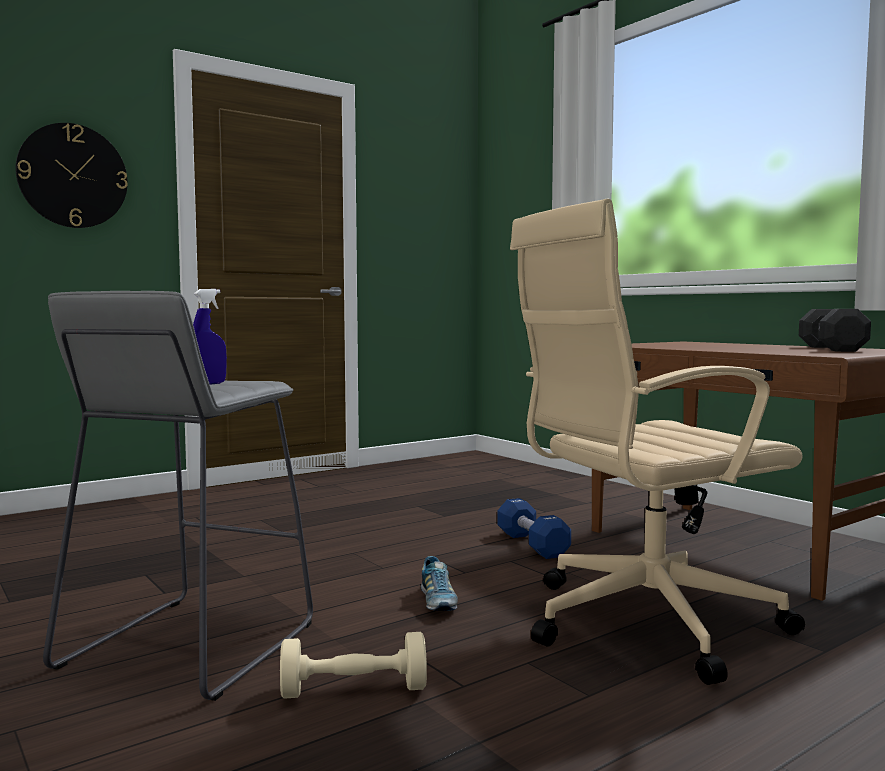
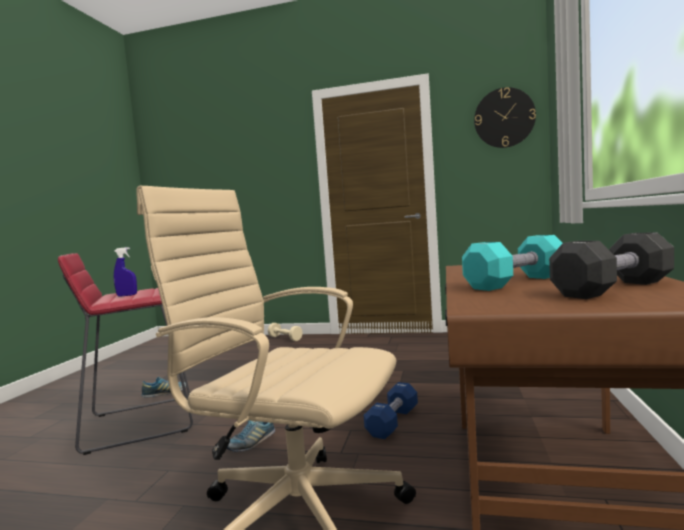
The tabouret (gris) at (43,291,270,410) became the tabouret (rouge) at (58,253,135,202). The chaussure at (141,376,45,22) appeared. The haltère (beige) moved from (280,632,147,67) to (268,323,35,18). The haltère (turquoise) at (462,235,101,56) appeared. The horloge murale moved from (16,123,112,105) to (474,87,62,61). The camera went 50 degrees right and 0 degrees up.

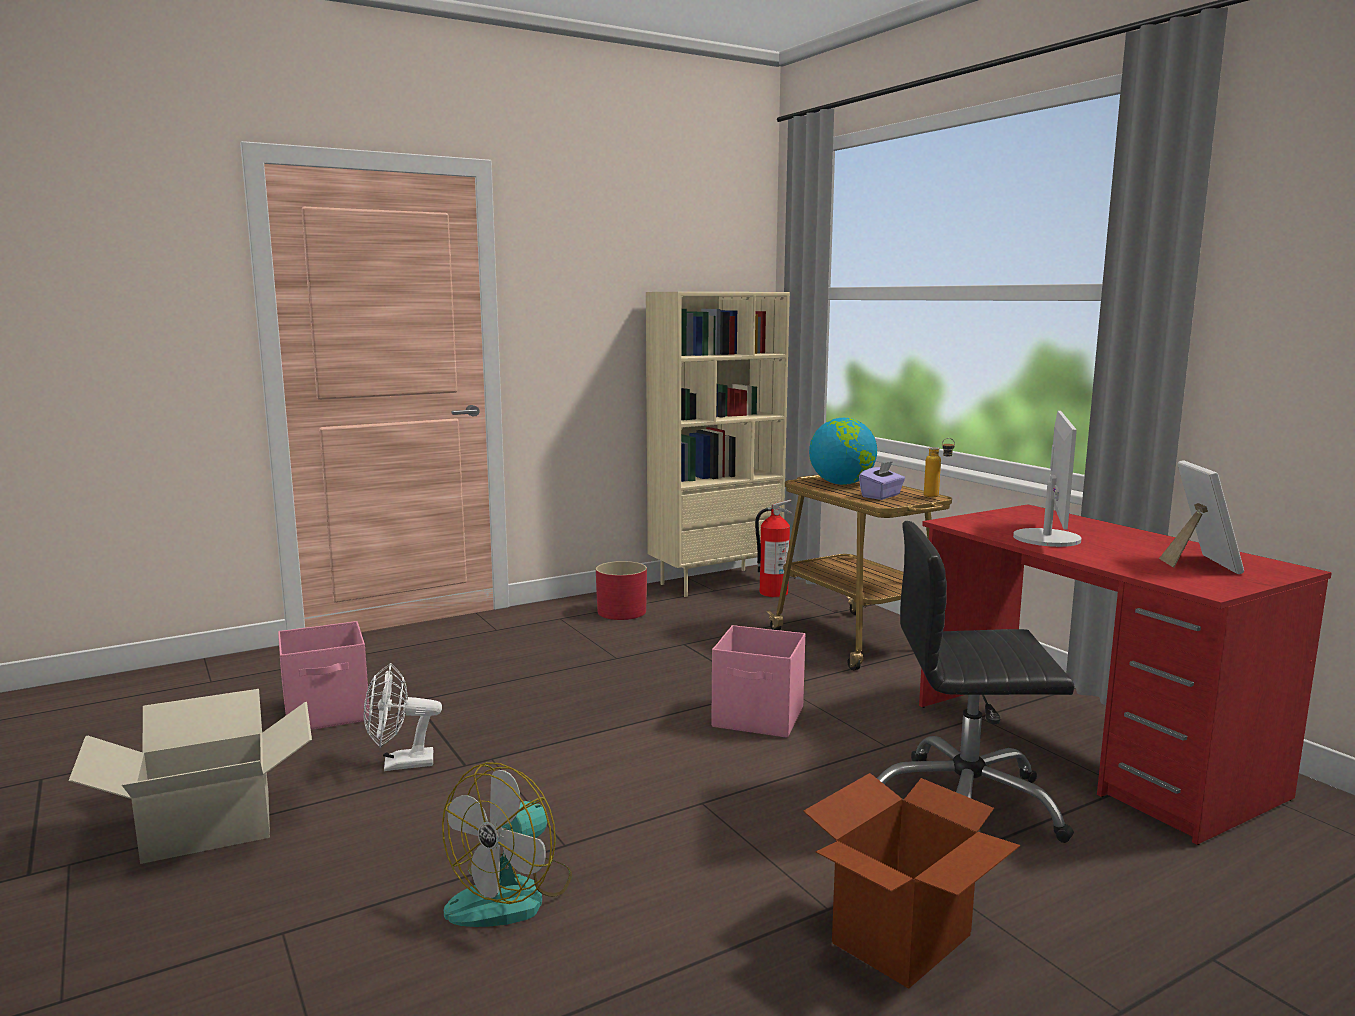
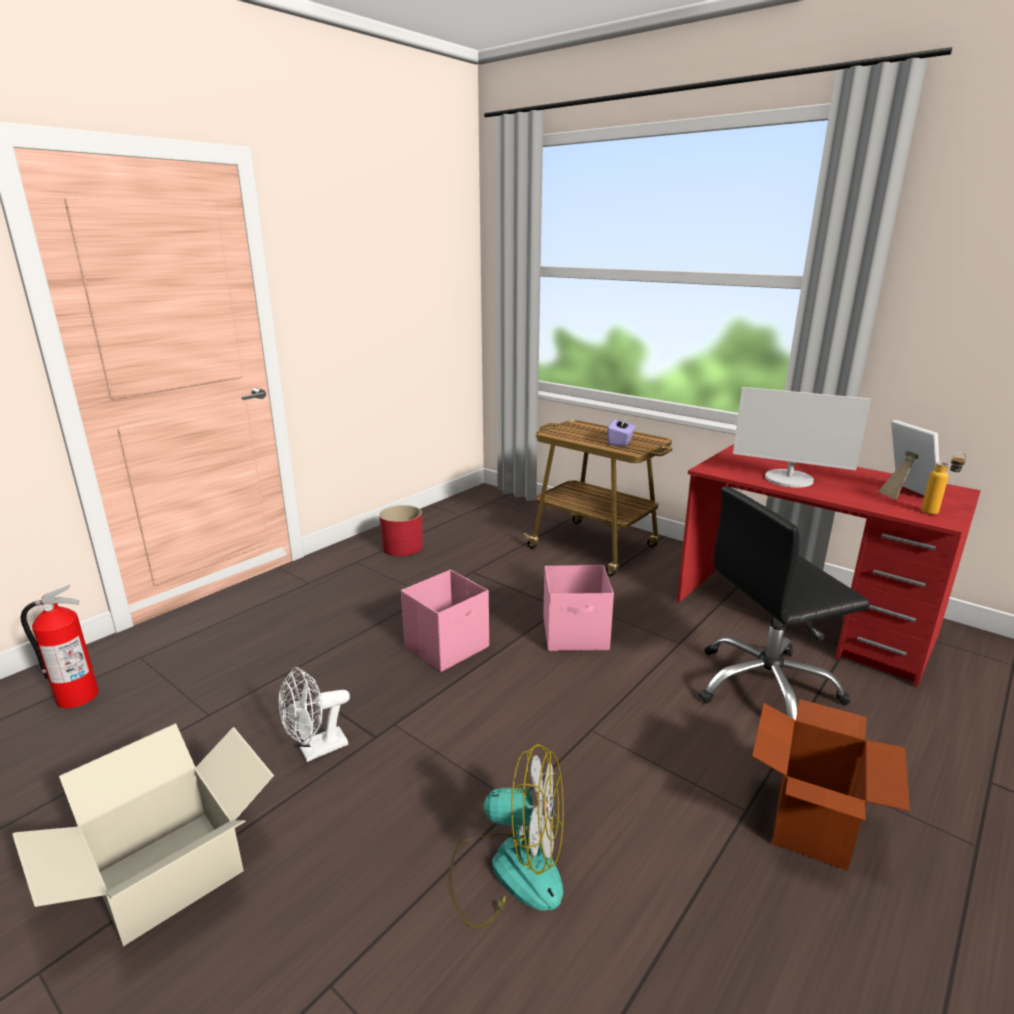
The extincteur moved from (755,500,38,97) to (21,585,78,123). The boîte de rangement (rose) moved from (278,621,92,109) to (401,570,88,102). The ventilateur at (442,762,130,165) turned 90 degrees counterclockwise. The écran d'ordinateur at (1013,411,68,136) turned 120 degrees clockwise. The bouteille moved from (924,438,31,59) to (921,452,45,63). The bibliothèque (beige) at (646,292,144,305) disappeared. The globe at (809,418,68,67) disappeared. The camera went 20 degrees left and 10 degrees up.

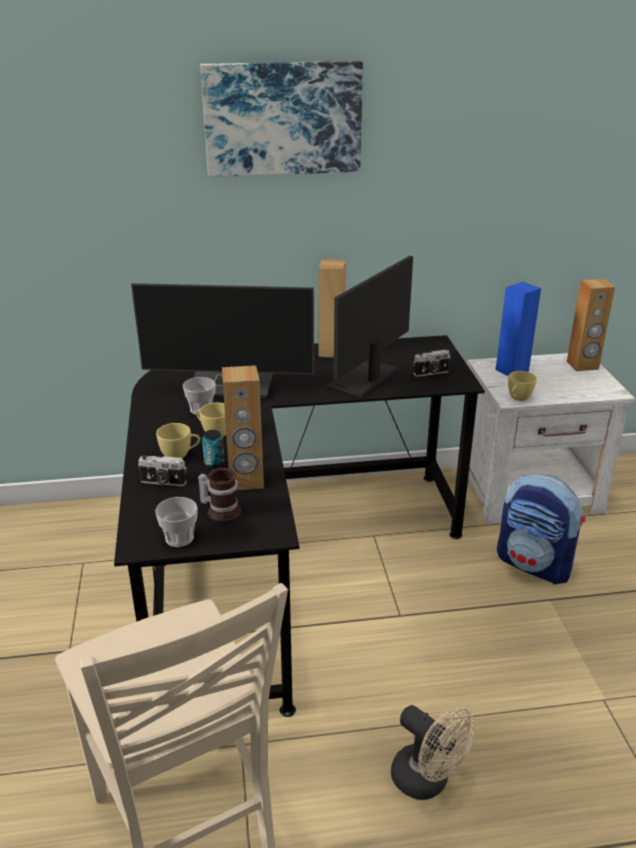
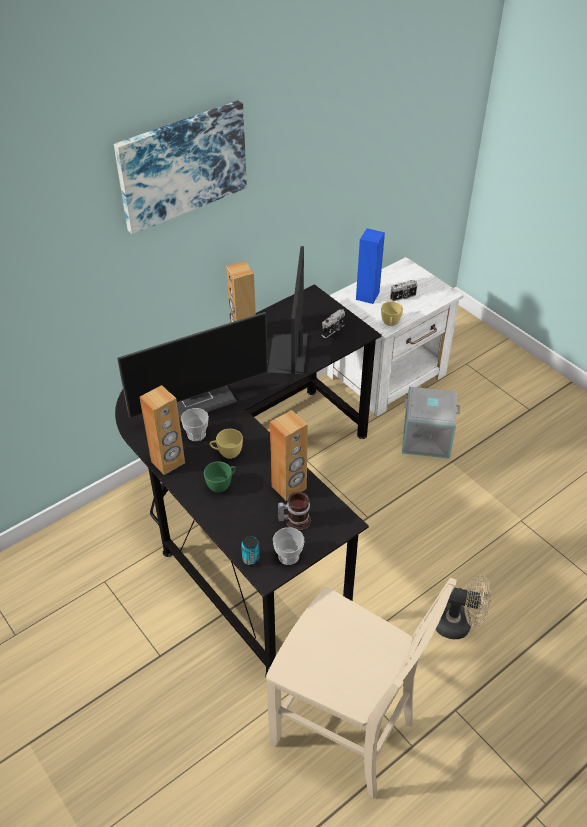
The enceinte (marron) moved from (567,279,48,92) to (140,385,45,90). The tasse (jaune) at (156,423,44,36) became the tasse (vert) at (204,461,32,32). The boîte métallique moved from (202,430,23,38) to (241,536,19,30). The appareil photo moved from (138,455,49,31) to (390,280,28,21). The sac à dos at (497,474,88,110) was replaced by the boîte de rangement (gris) at (402,387,58,72). The camera went 30 degrees left and 15 degrees up.

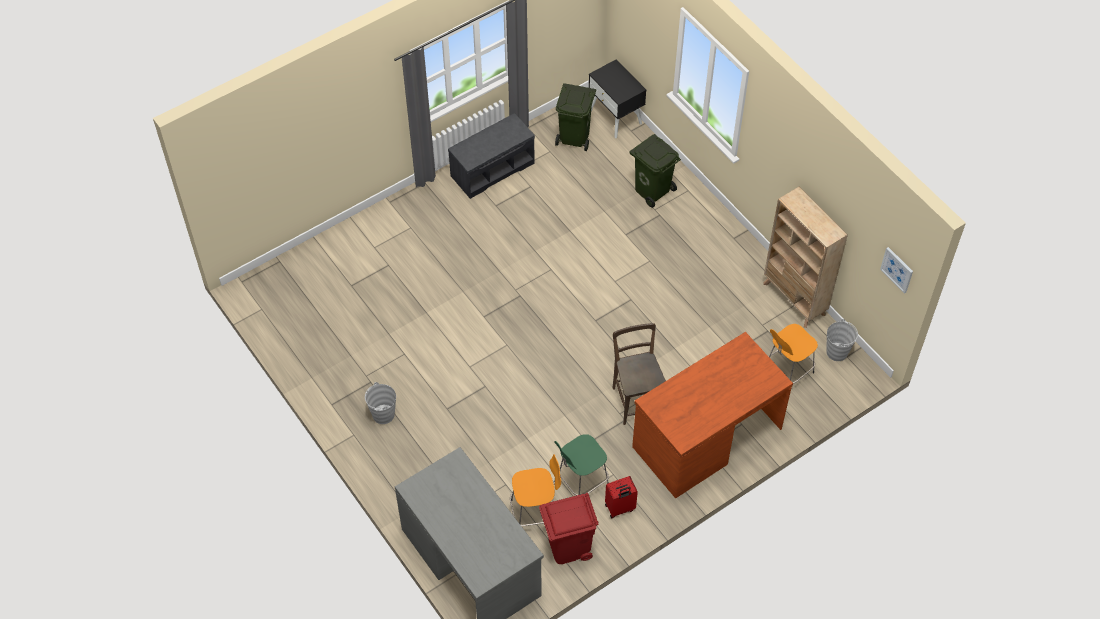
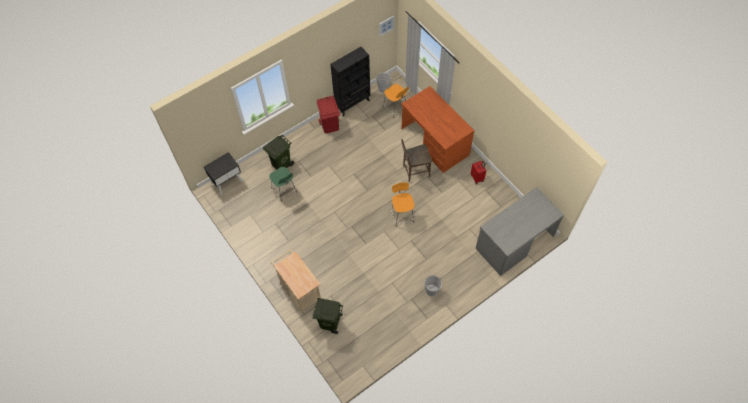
The tabouret (vert) moved from (554,434,55,61) to (269,167,28,35). The chariot (beige) at (271,249,50,65) appeared. The poubelle (vert) moved from (555,83,41,68) to (312,298,31,36). The poubelle (rouge) moved from (539,493,60,71) to (316,96,24,38). The bibliothèque (beige) at (763,187,85,141) became the bibliothèque (noir) at (330,47,40,70). The tabouret (orange) moved from (510,454,51,72) to (391,182,23,43). The banc (gris) at (448,113,87,86) disappeared. The camera went 90 degrees left and 5 degrees up.

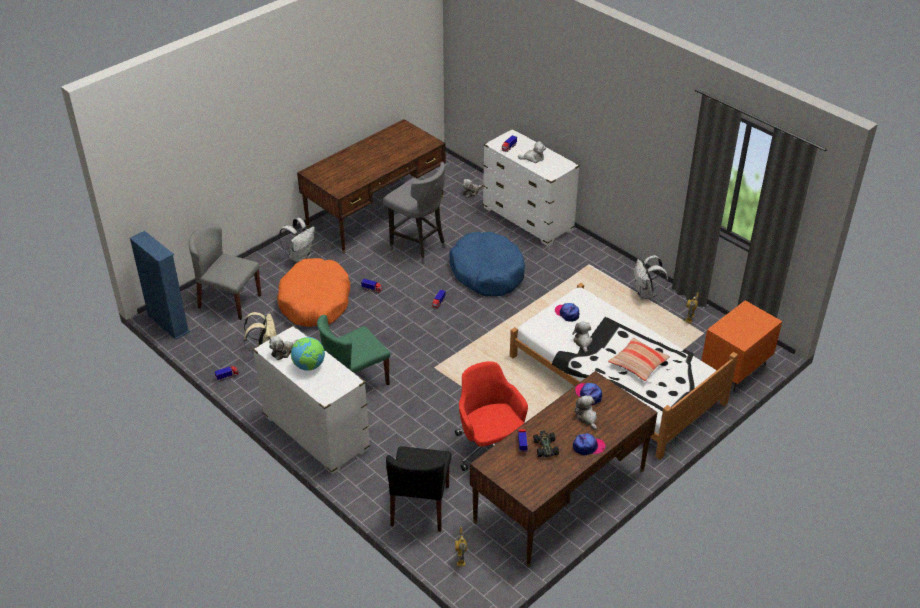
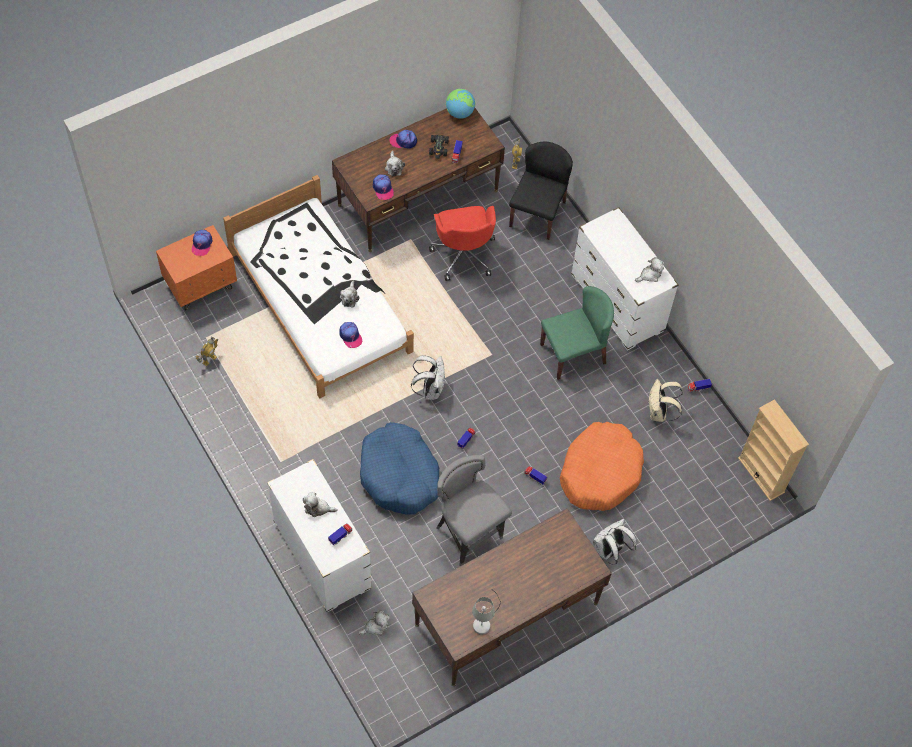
The casquette at (192,230,20,26) appeared. The sac à dos (blanc) moved from (634,255,34,45) to (411,355,34,45). The globe moved from (291,337,34,34) to (446,89,29,30). The lampe de table (gris) at (472,590,29,45) appeared. The bibliothèque (bleu) at (130,231,60,109) became the bibliothèque (beige) at (738,399,71,102). The chaise (gris) at (189,225,72,95) disappeared. The coussin at (608,338,62,43) disappeared. The camera went 170 degrees left and 20 degrees up.

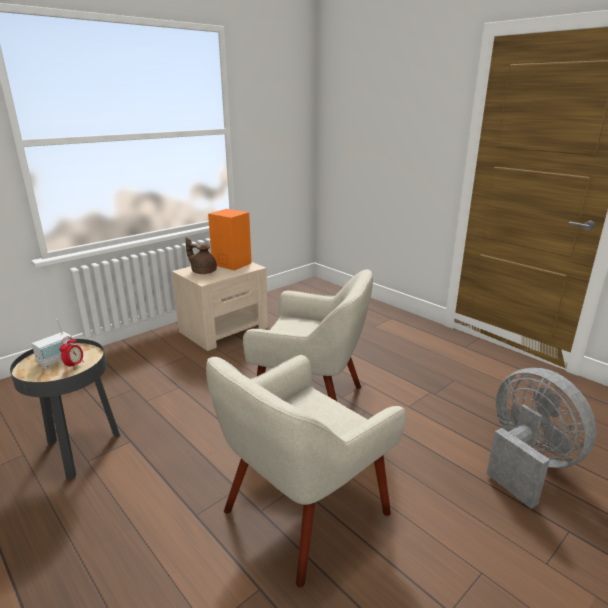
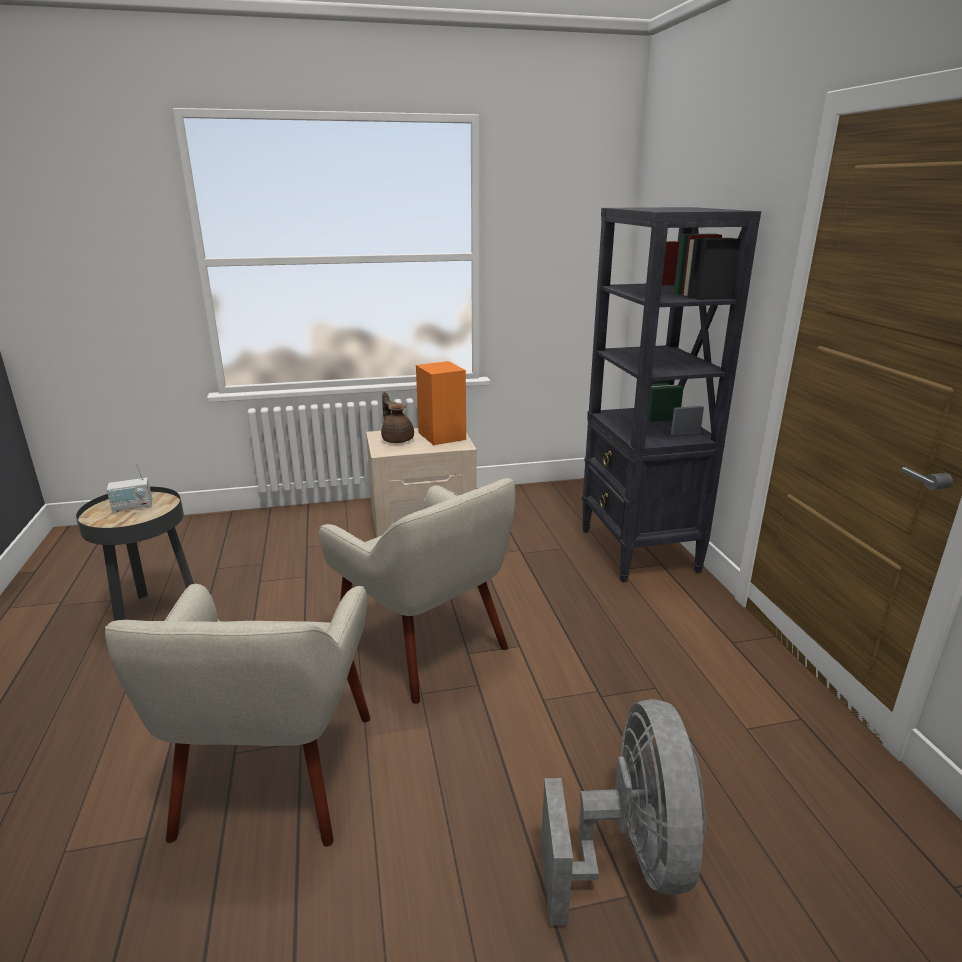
The fauteuil (beige) at (206,355,200,232) turned 75 degrees counterclockwise. The bibliothèque (noir) at (582,207,179,375) appeared. The réveil at (60,336,24,30) disappeared. The camera went 30 degrees right and 0 degrees up.

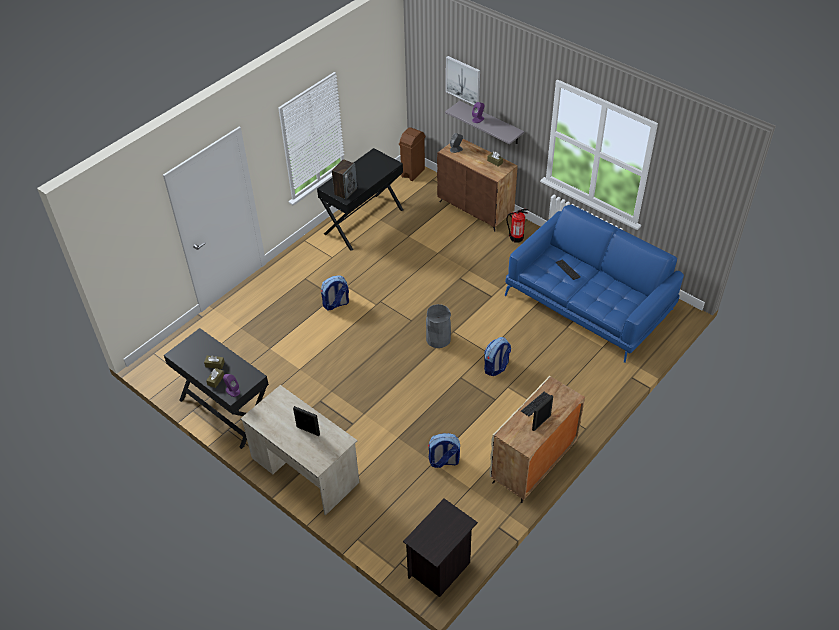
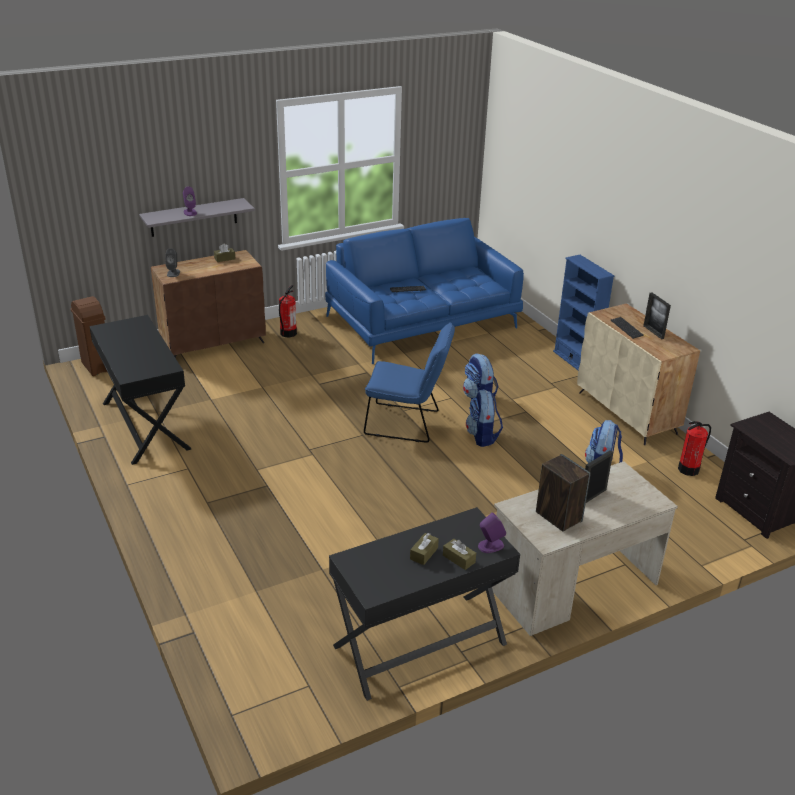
The poubelle (gris) at (426,304,25,44) was replaced by the chaise (bleu) at (364,322,91,121). The sac à dos moved from (321,275,28,35) to (466,389,37,58). The enceinte moved from (332,159,25,41) to (536,454,55,78). The bibliothèque (bleu) at (553,255,62,115) appeared. The extincteur at (678,421,33,55) appeared. The tableau at (446,56,34,49) disappeared. The camera went 70 degrees left and 15 degrees down.

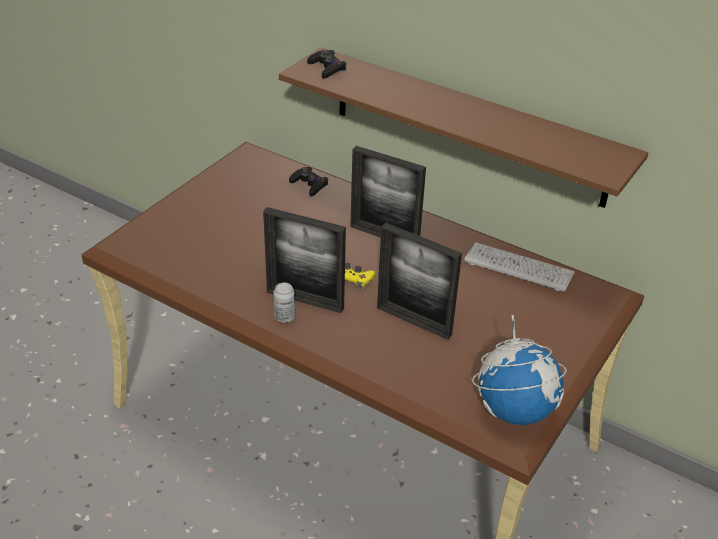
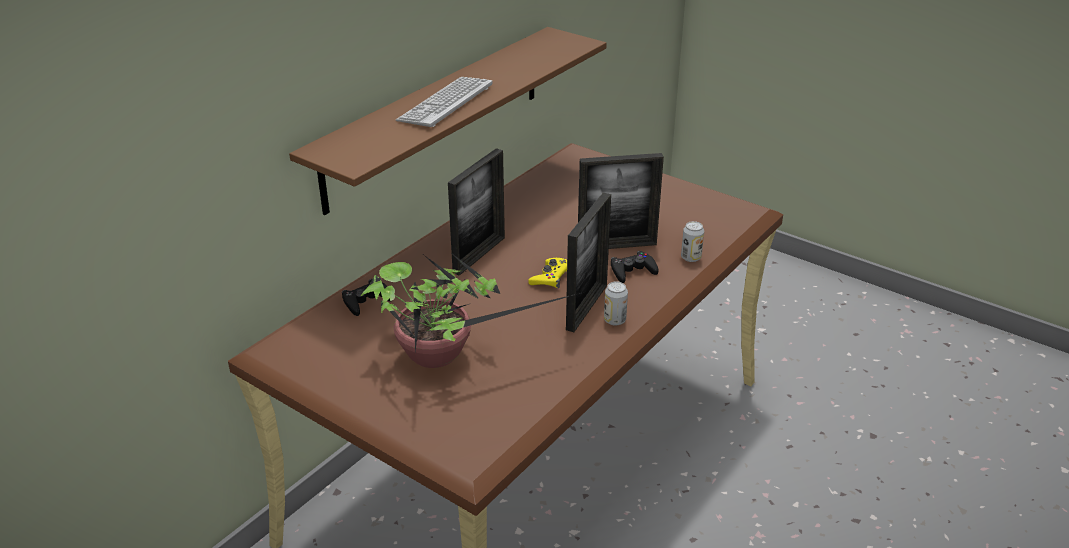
The plante en pot at (361,252,223,116) appeared. The clavier moved from (464,242,111,49) to (396,77,97,50). The cadre photo at (377,223,85,117) turned 45 degrees clockwise. The manette (noir) moved from (307,50,40,29) to (611,251,47,32). The boîte métallique at (681,221,23,41) appeared. The globe at (472,315,95,110) disappeared. The camera went 85 degrees left and 5 degrees down.

